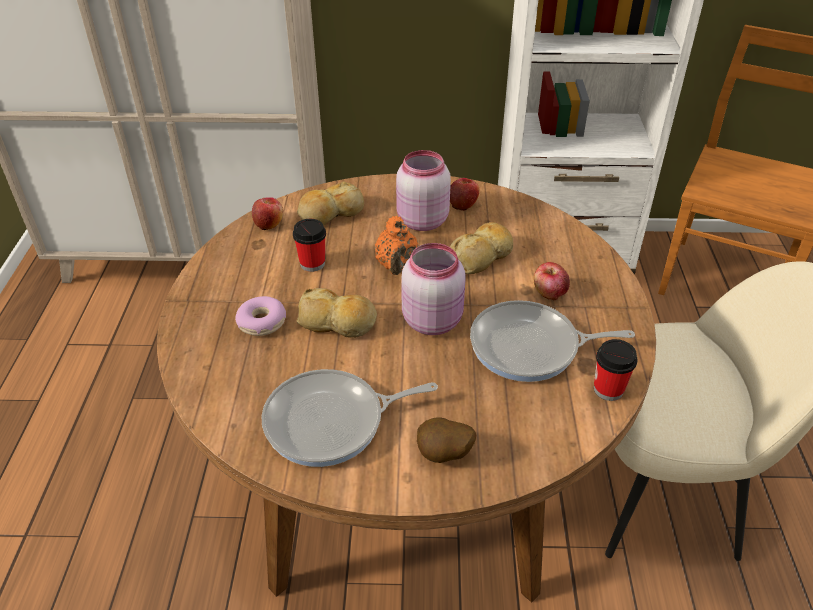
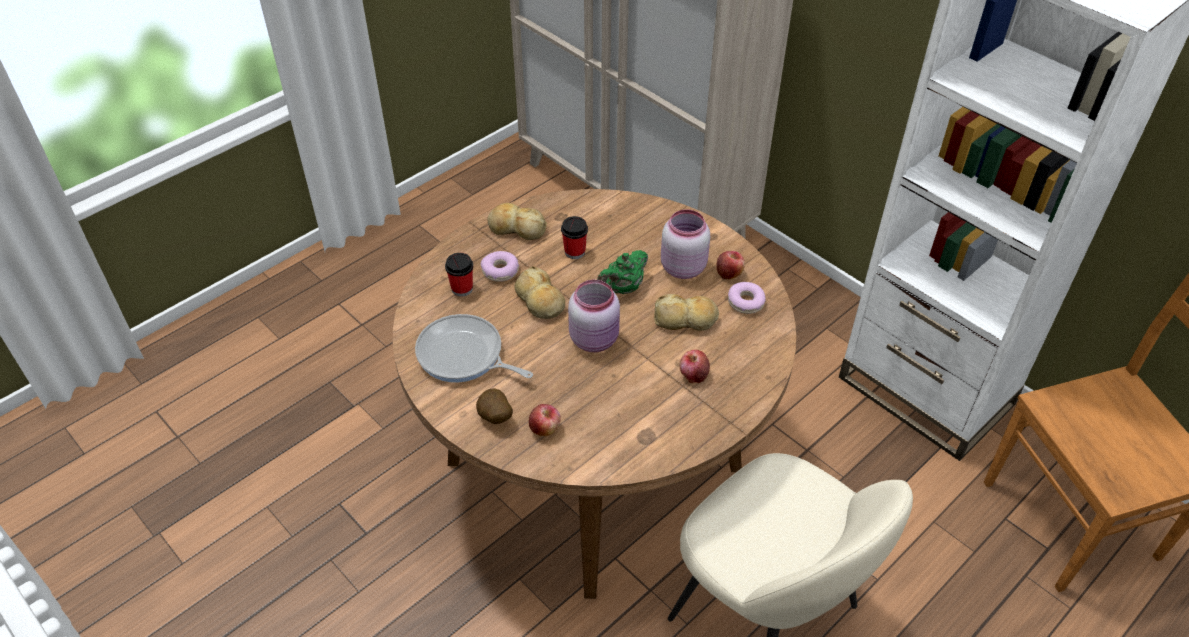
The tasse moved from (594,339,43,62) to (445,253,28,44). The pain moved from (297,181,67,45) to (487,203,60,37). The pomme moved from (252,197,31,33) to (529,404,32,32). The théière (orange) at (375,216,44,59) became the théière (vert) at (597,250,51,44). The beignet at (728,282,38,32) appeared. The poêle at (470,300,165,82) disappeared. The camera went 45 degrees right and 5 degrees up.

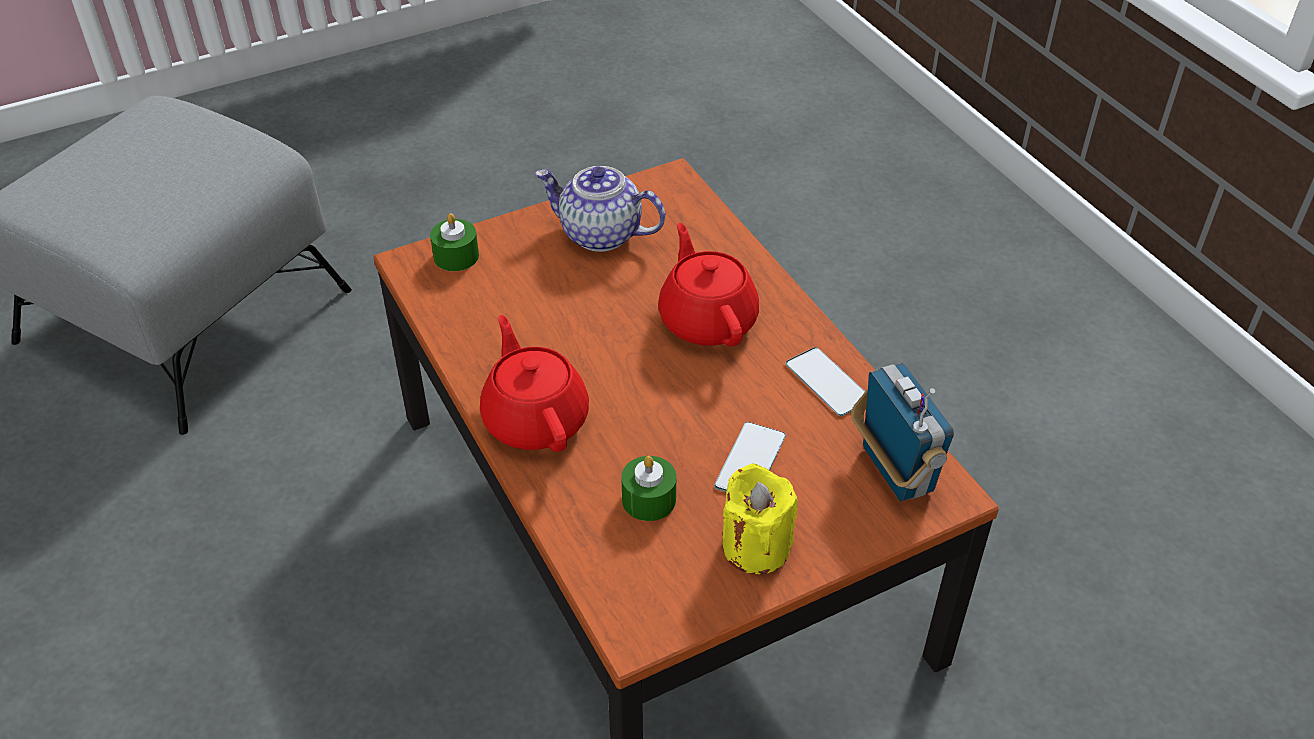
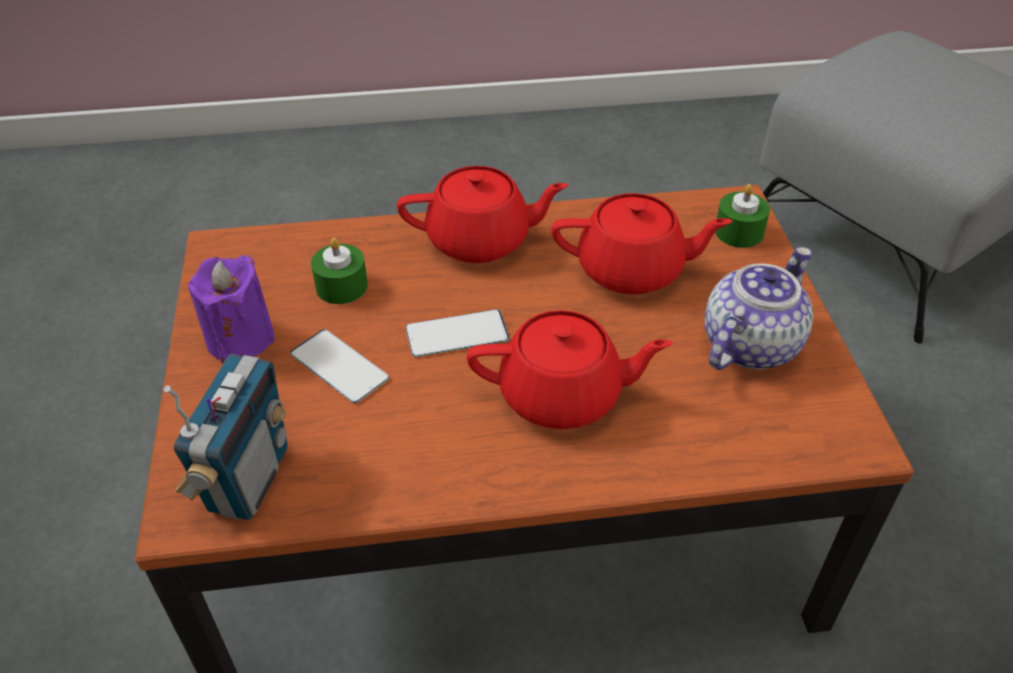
The radio at (851,363,103,139) turned 75 degrees counterclockwise. The bougie (jaune) at (722,463,76,111) became the bougie (violet) at (188,255,87,108). The téléphone moved from (786,347,79,69) to (405,309,105,48). The théière (rouge) at (551,193,181,101) appeared. The camera went 110 degrees right and 0 degrees up.

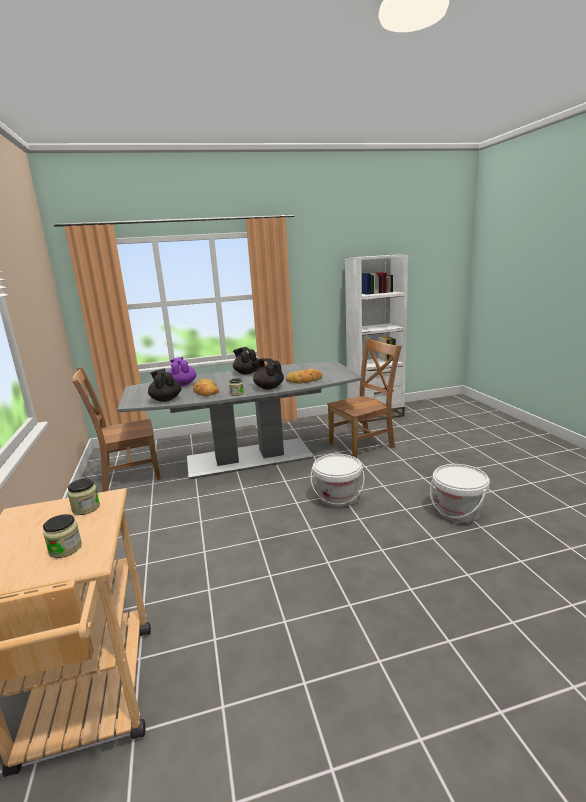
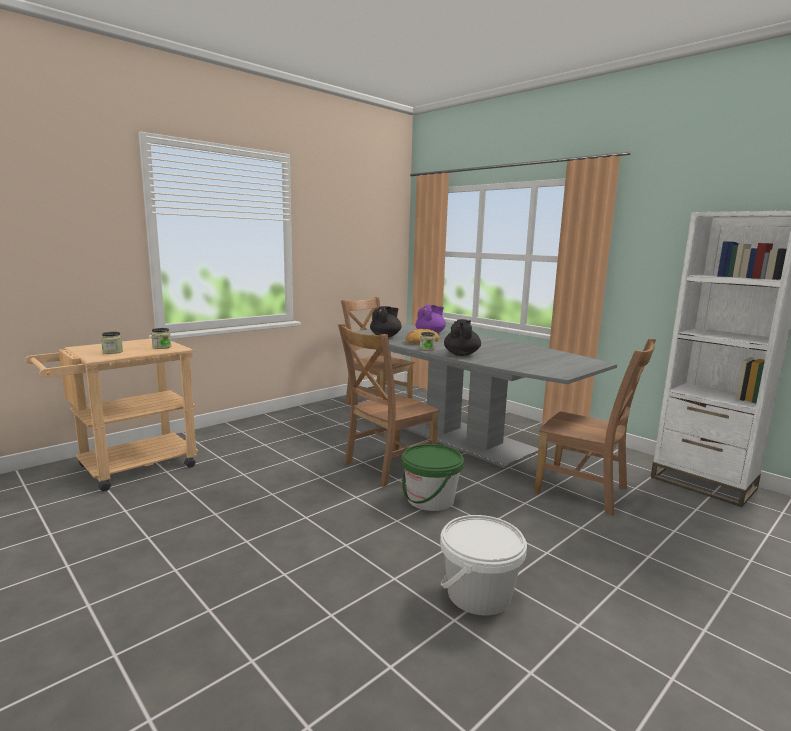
The chaise (marron) at (338,324,102,163) appeared. The seau (blanc) at (311,454,53,53) became the seau (vert) at (402,444,62,67). The théière (noir) at (233,347,25,27) disappeared. The pain at (286,369,36,15) disappeared. The camera went 60 degrees right and 5 degrees down.

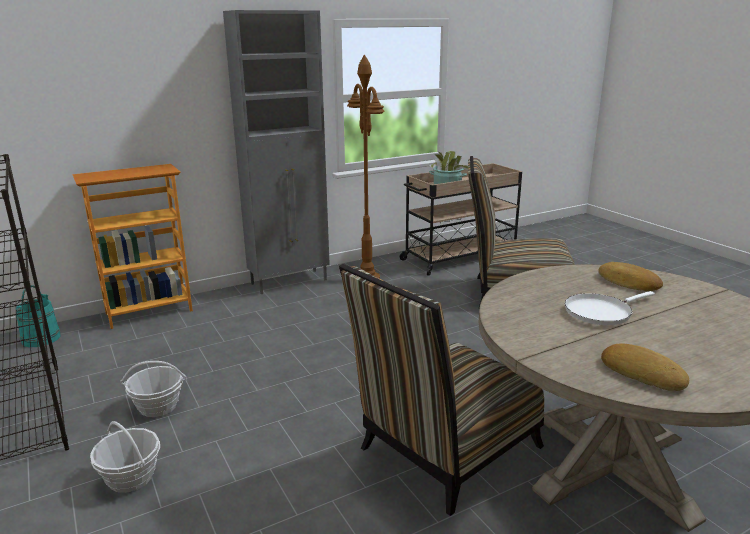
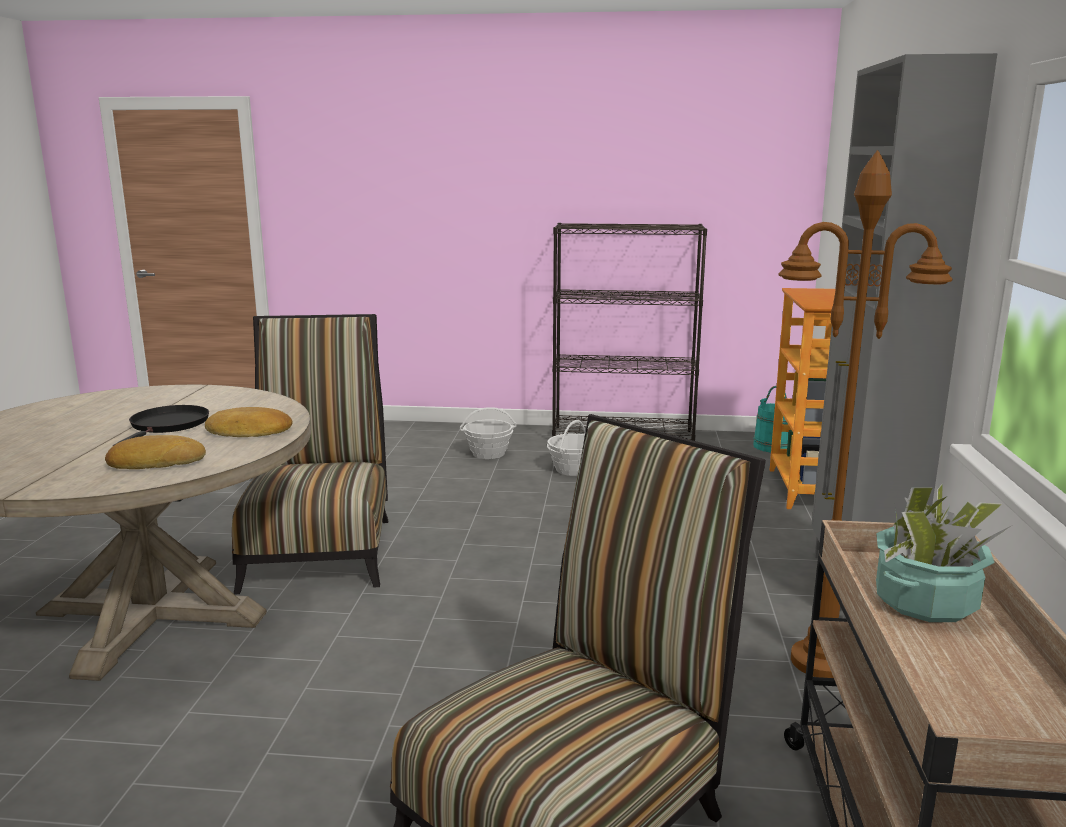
The poêle (blanc) at (565,291,90,34) became the poêle (noir) at (112,405,97,42). The pain moved from (601,344,88,47) to (205,407,88,30). The camera went 125 degrees right and 5 degrees down.

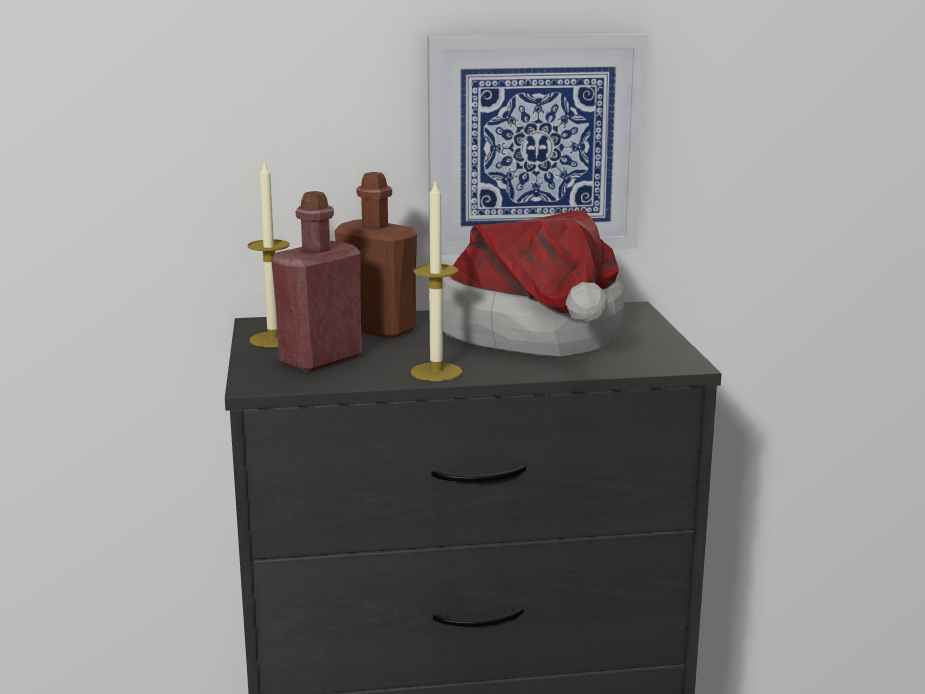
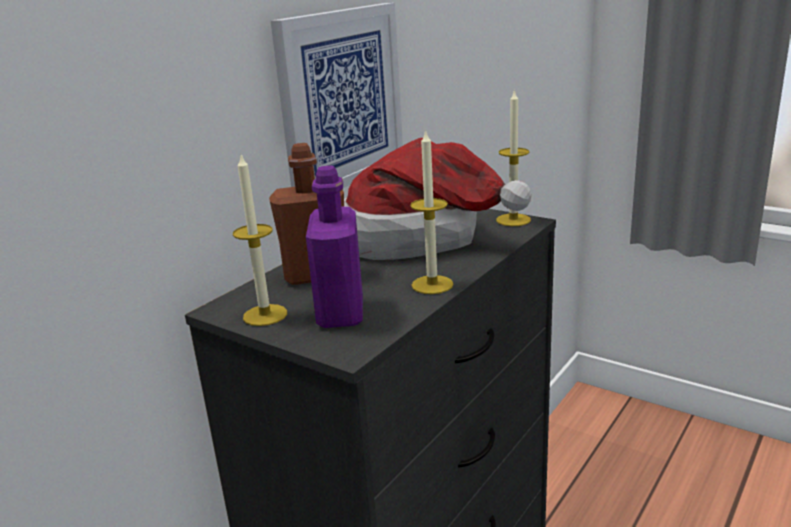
The bouteille (rouge) at (271,191,91,181) became the bouteille (violet) at (306,166,57,162). The bougie at (496,89,35,137) appeared. The camera went 45 degrees left and 5 degrees up.

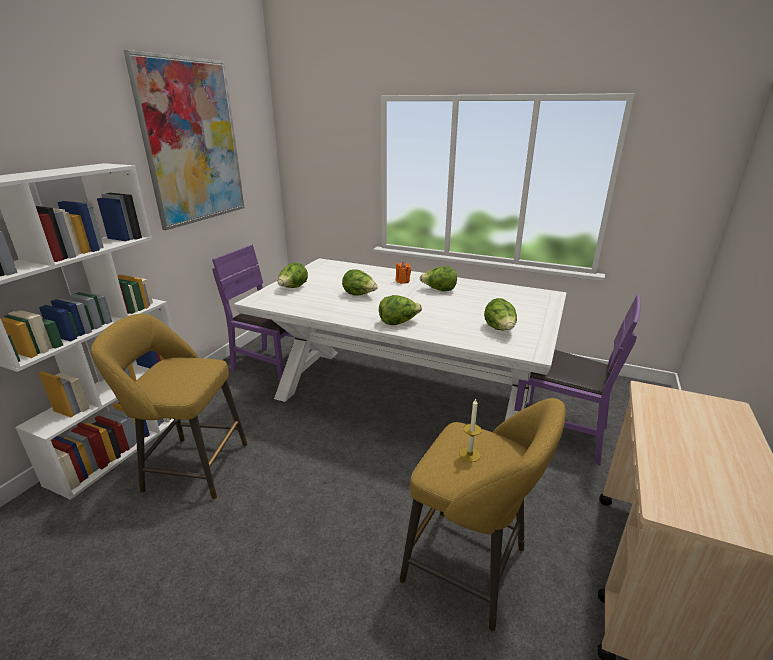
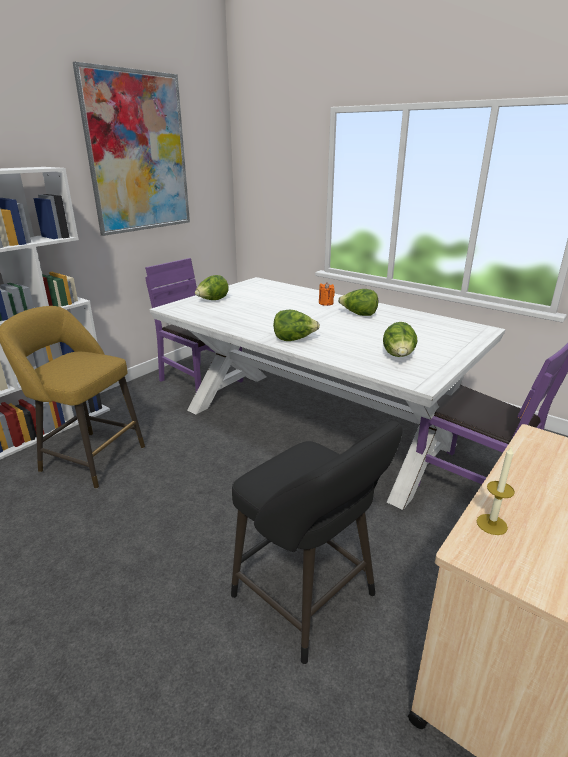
The tabouret (jaune) at (400,398,166,233) became the tabouret (noir) at (231,421,172,243). The bougie moved from (459,399,23,63) to (477,446,38,89). The laitue at (342,270,36,26) disappeared. The camera went 15 degrees right and 0 degrees up.

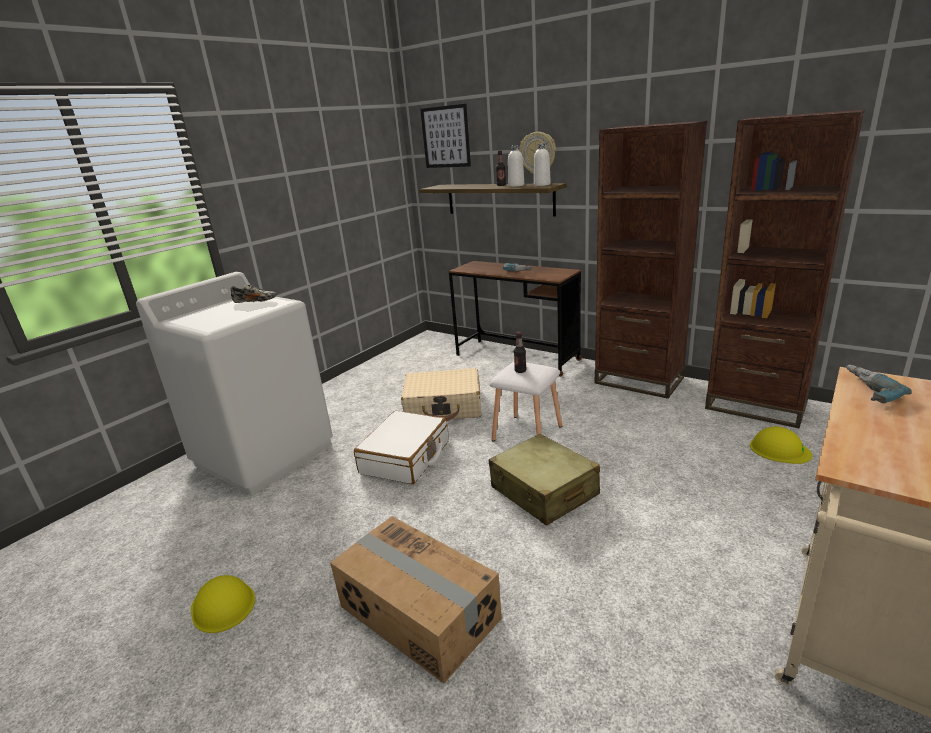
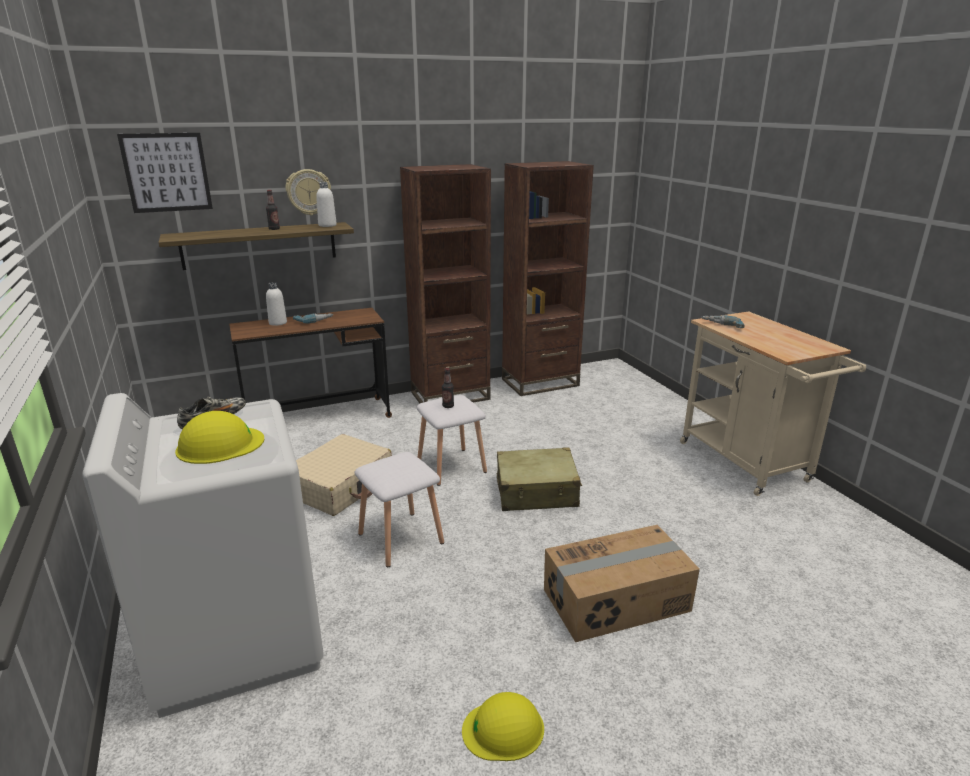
The casque de chantier (jaune) moved from (750,427,62,37) to (175,411,89,53). The bouteille (blanc) moved from (508,145,16,42) to (266,282,21,44). The valise (blanc) at (354,411,95,73) was replaced by the tabouret (blanc) at (354,452,90,115). The camera went 60 degrees left and 0 degrees up.

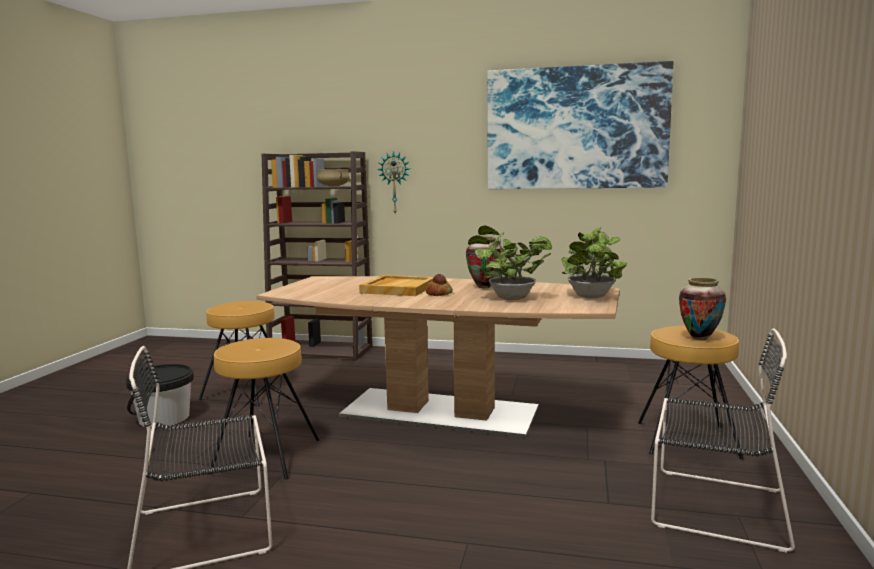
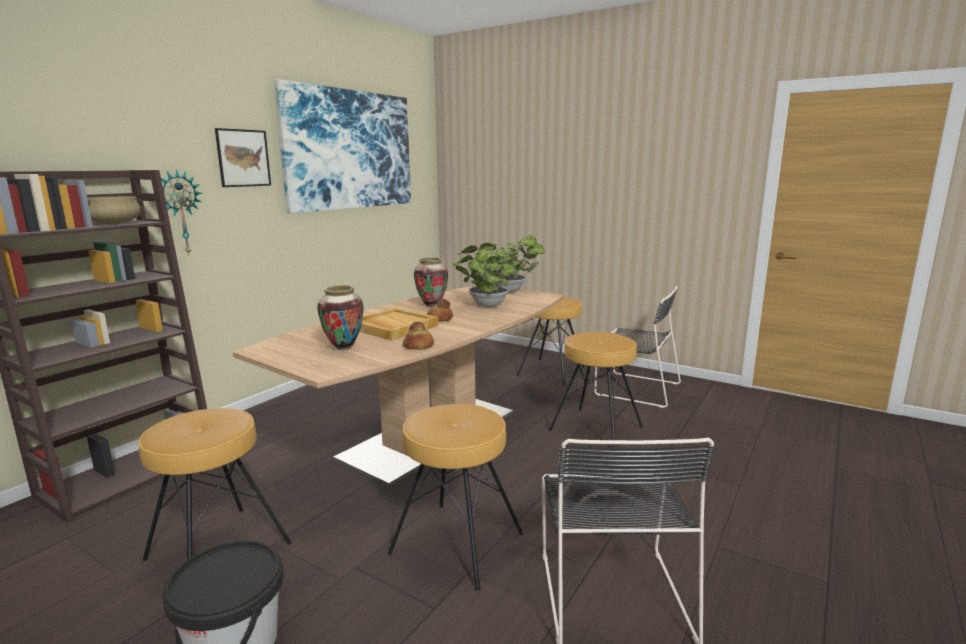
The tableau at (215,128,56,59) appeared. The vase moved from (679,278,47,62) to (317,285,47,65). The pain at (403,322,31,28) appeared. The tabouret (marron) at (549,332,94,119) appeared. The chaise (noir) at (651,328,144,225) turned 75 degrees clockwise. The camera went 70 degrees left and 5 degrees up.

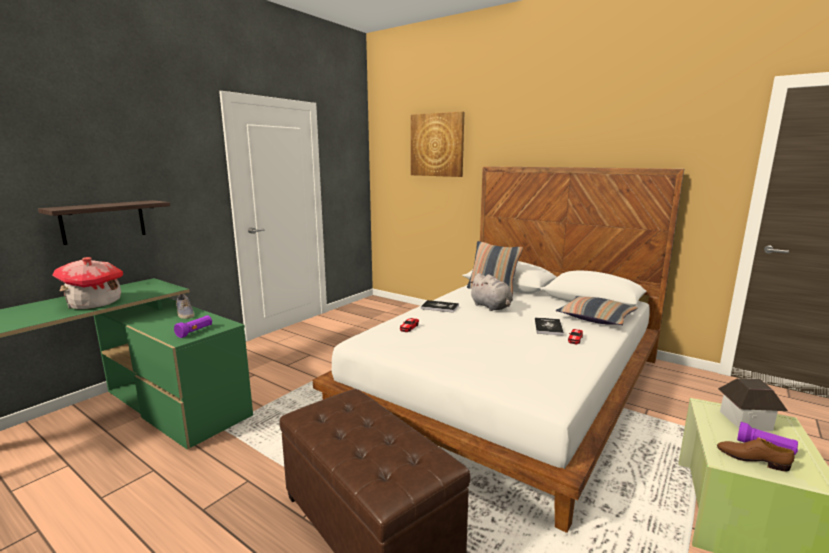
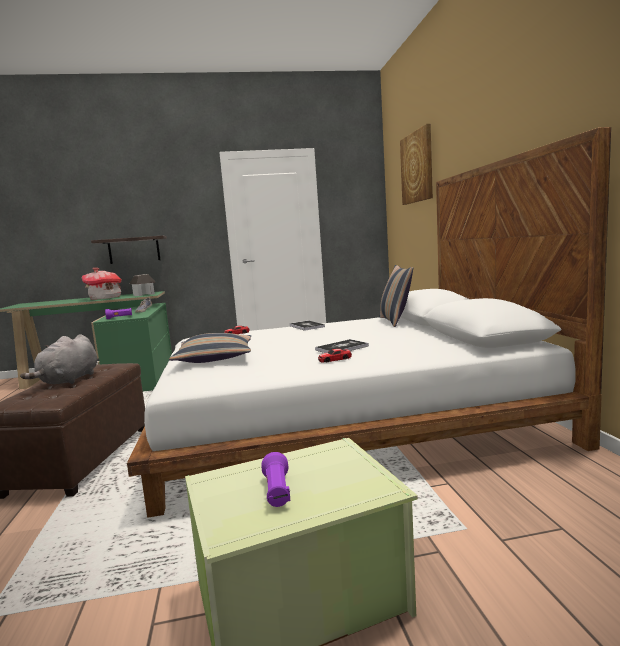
The peluche (gris) moved from (469,273,44,38) to (20,334,77,50). The maison miniature moved from (718,378,70,53) to (130,274,26,22). The coussin moved from (556,296,82,29) to (169,333,82,30). The chaussure (marron) at (717,439,77,32) disappeared. The camera went 45 degrees right and 5 degrees down.

